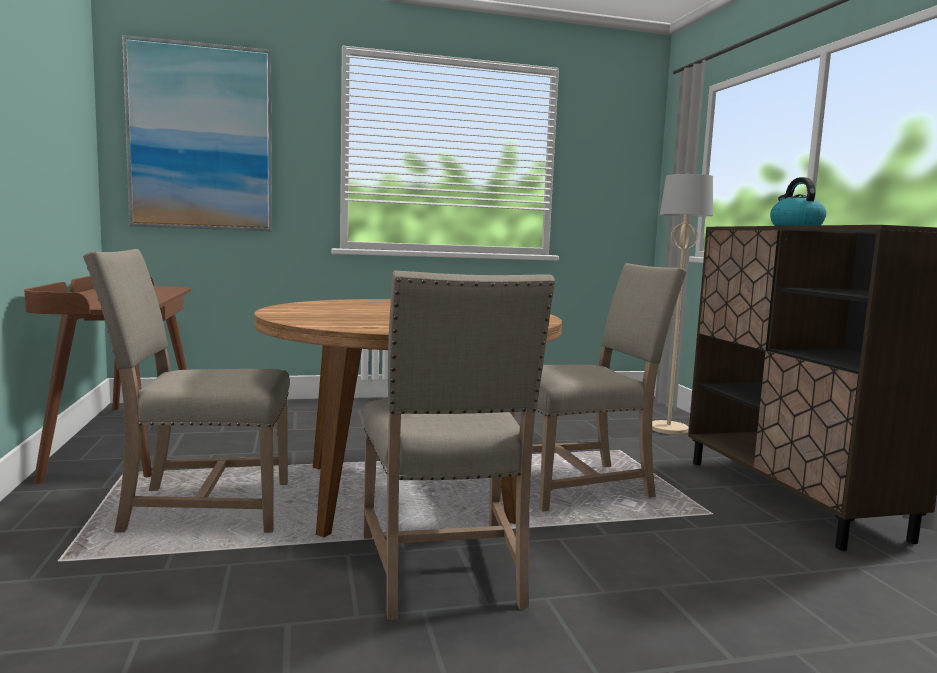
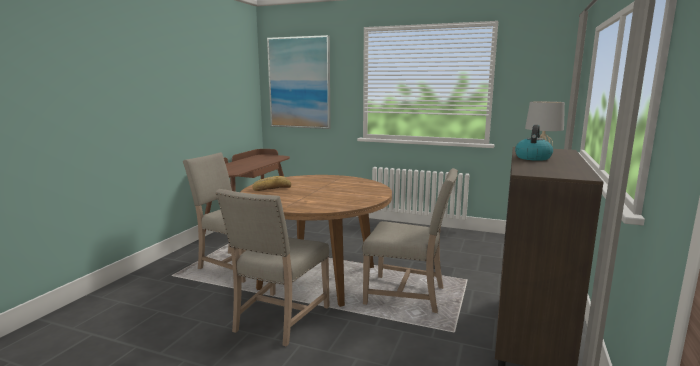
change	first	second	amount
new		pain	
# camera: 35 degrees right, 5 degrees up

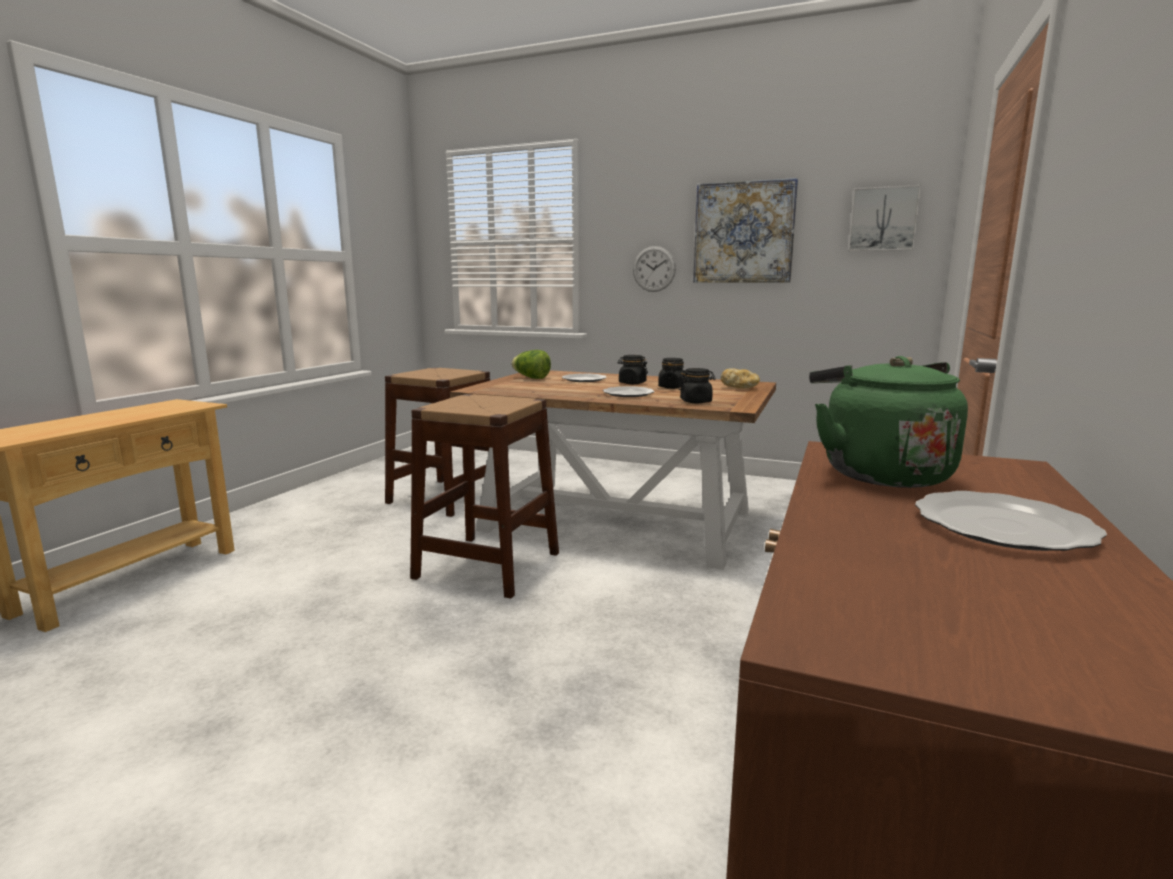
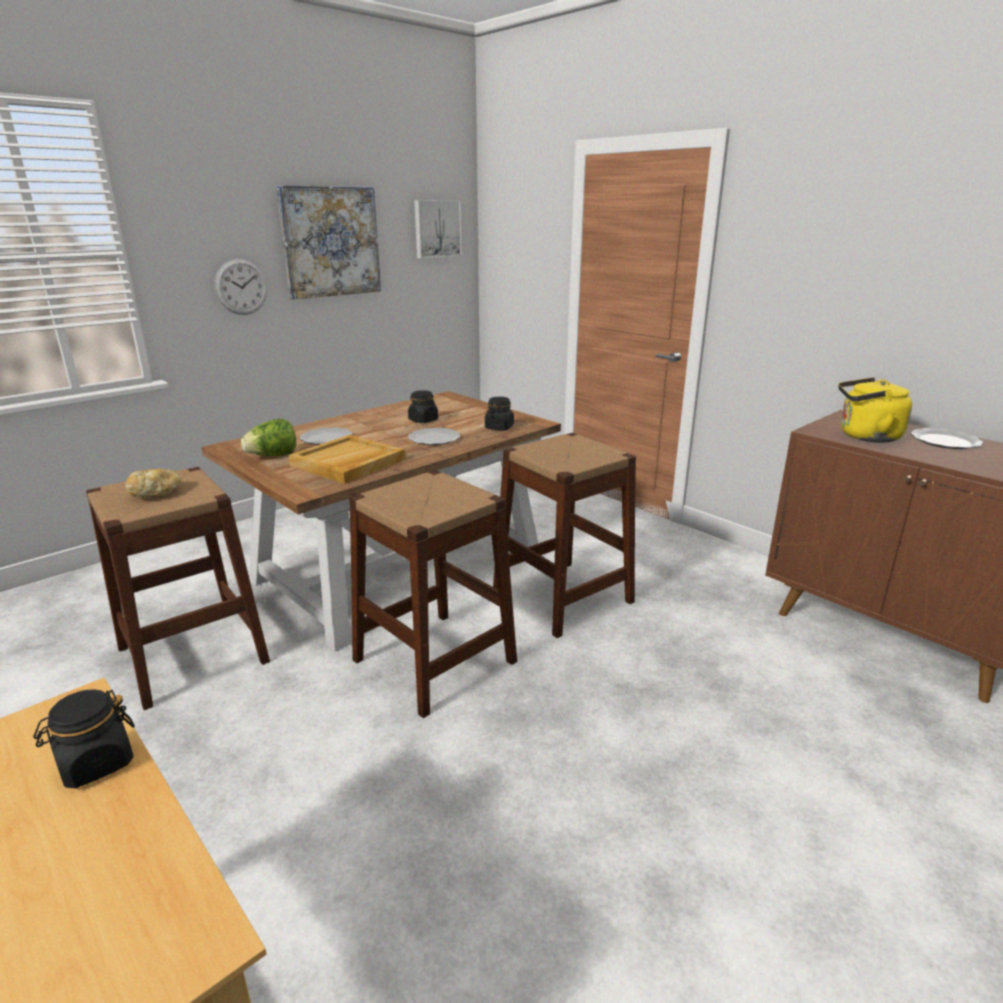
change	first	second	amount
shifted	bocal [noir] (no. 1 from left)		
shifted	pain		
new		plateau [beige]	
new		tabouret [marron] (no. 3 from left)	
repainted	bouilloire [vert]	bouilloire [jaune]	
# camera: 65 degrees left, 10 degrees up

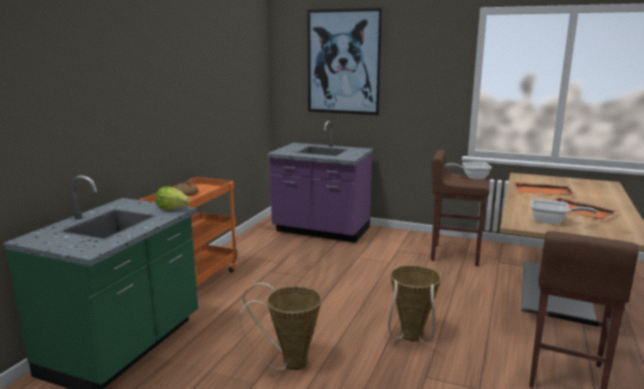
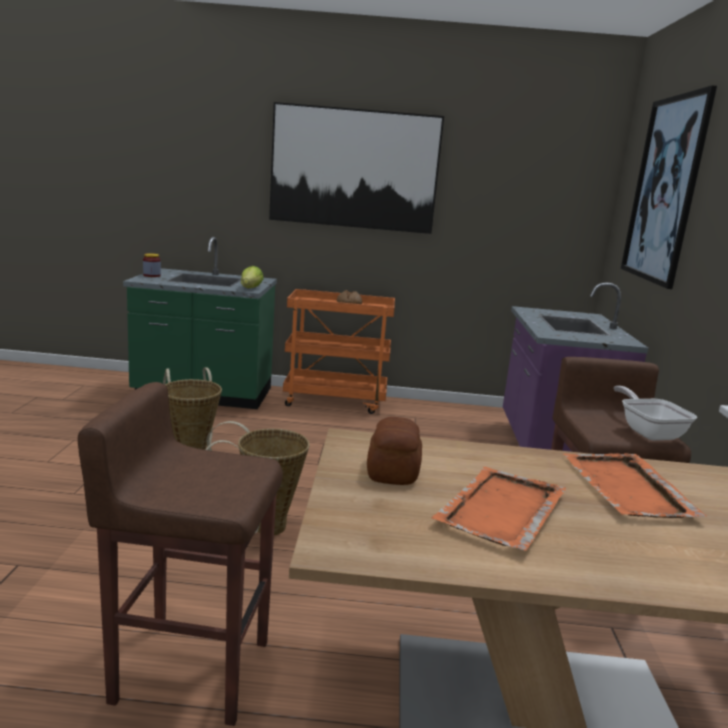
change	first	second	amount
new		bocal	
new		tableau (no. 1 from left)	
swapped	poêle (no. 2 from left)	pain (no. 2 from left)	
# camera: 70 degrees right, 0 degrees up

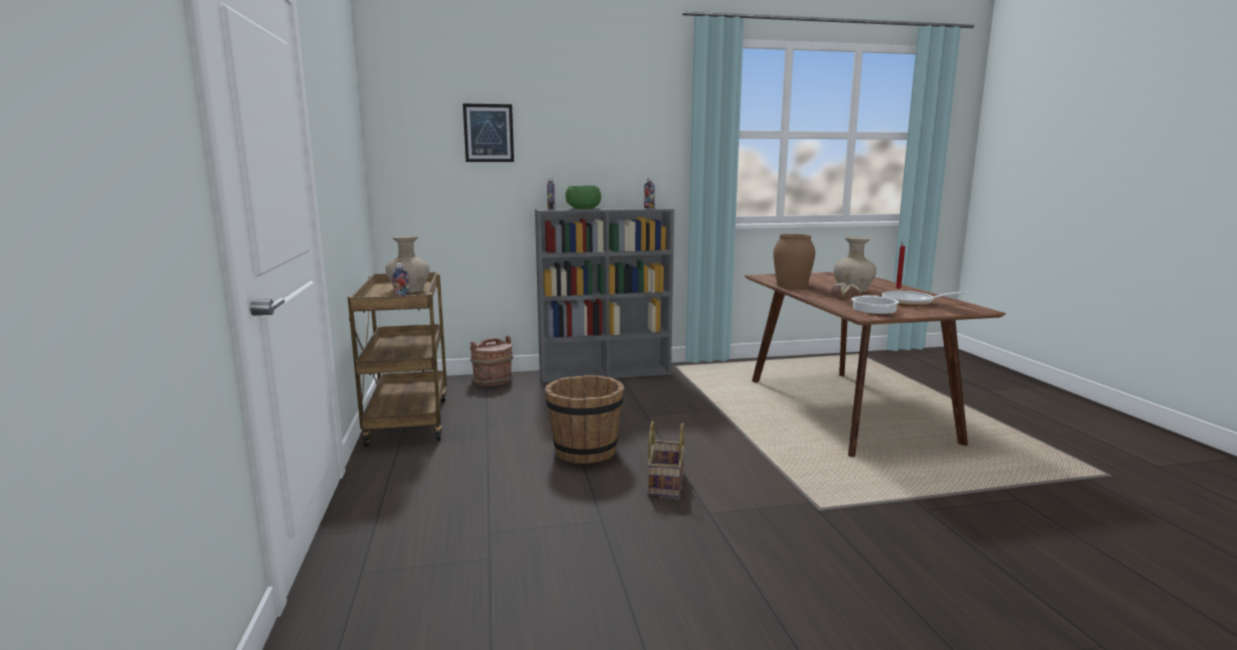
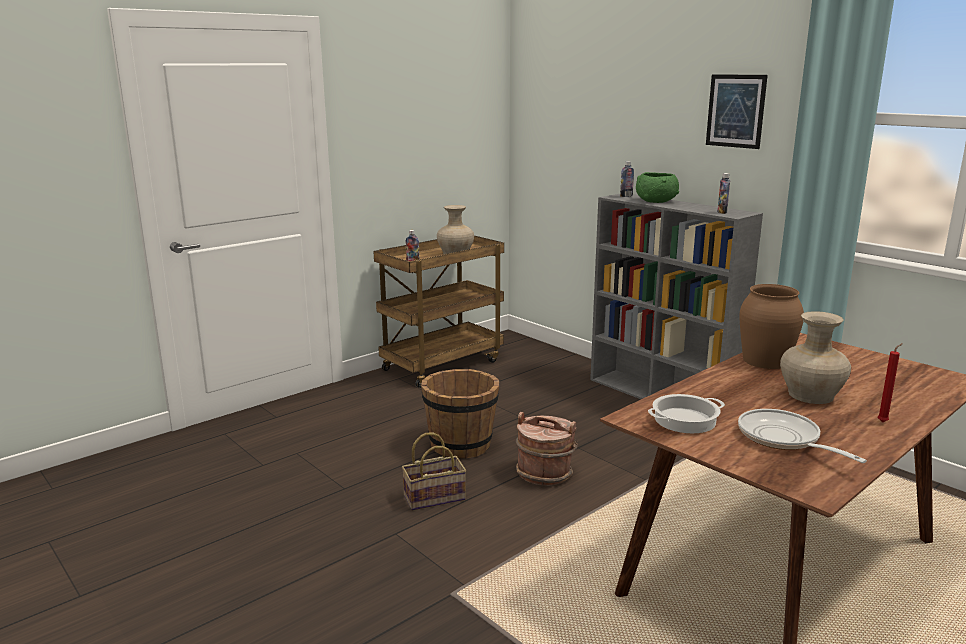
change	first	second	amount
shifted	seau [marron] (no. 1 from left in the first image)	seau [marron] (no. 2 from left)	
shifted	tableau		
gone	pain		
# camera: 60 degrees right, 5 degrees up

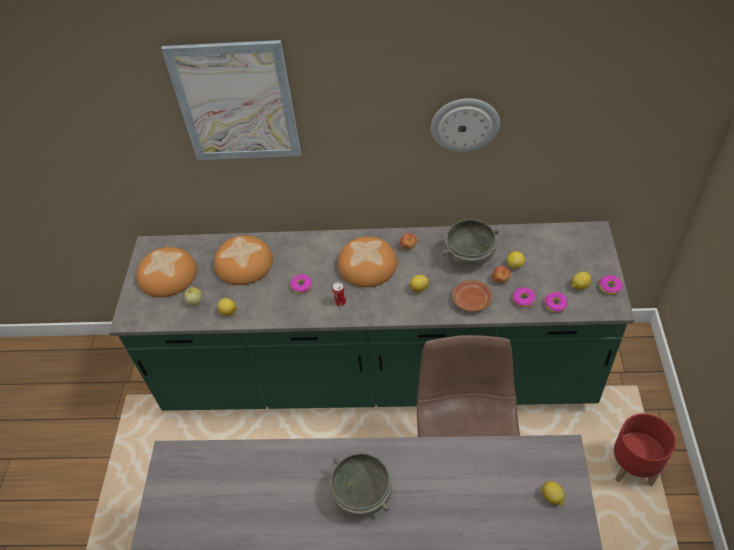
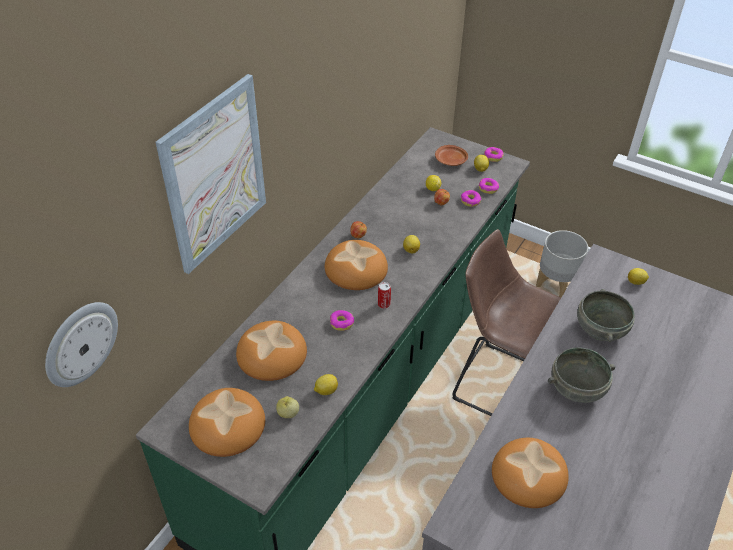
change	first	second	amount
shifted	horloge murale		
shifted	assiette [marron]		
new		pain (no. 4 from left)	
repainted	cache-pot [rouge]	cache-pot [gris]	
shifted	bol [gris] (no. 2 from left)		
# camera: 65 degrees left, 5 degrees down

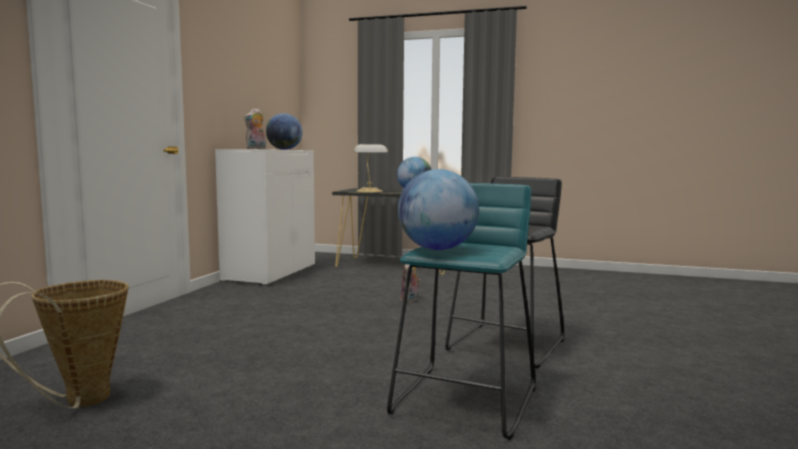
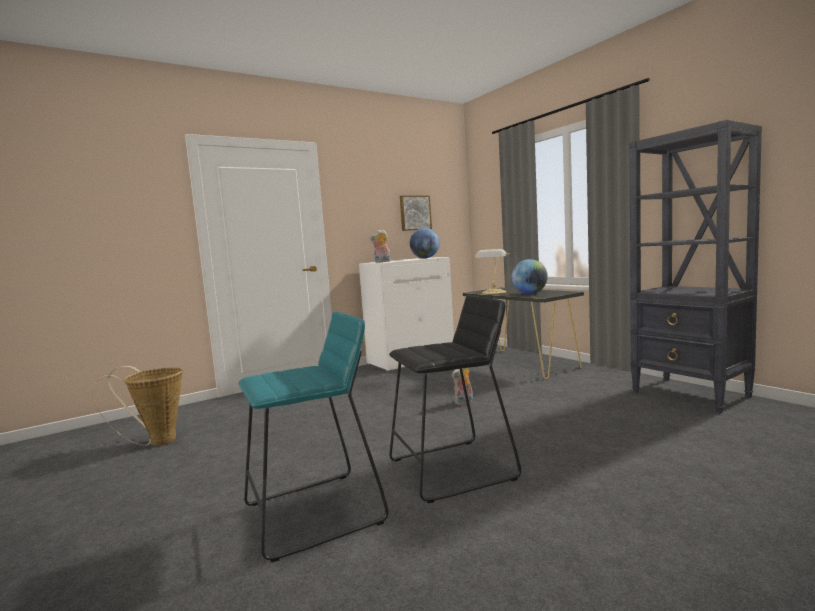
change	first	second	amount
new		tableau	
new		bibliothèque [noir]	
gone	globe (no. 3 from left)		
# camera: 40 degrees right, 0 degrees up

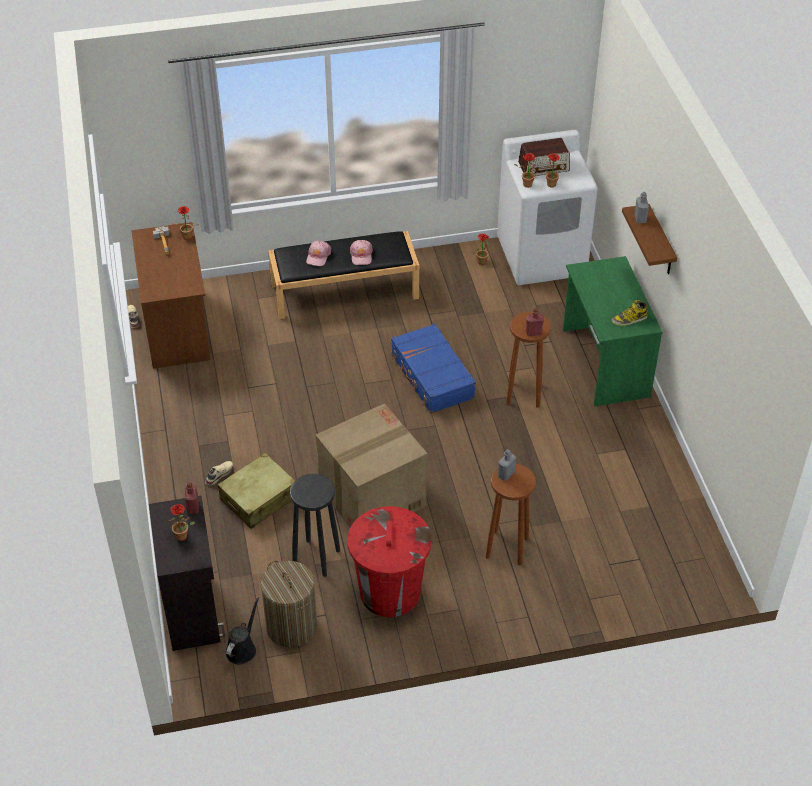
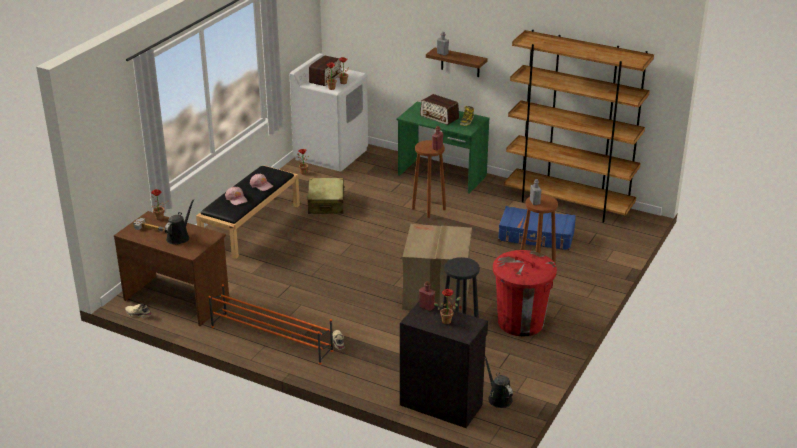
change	first	second	amount
new		arrosoir [noir] (no. 1 from left)	
new		étagère à chaussures [orange]	
shifted	valise [beige]		
new		radio (no. 2 from left)	
shifted	valise [bleu]		
new		bibliothèque [marron]	
gone	panier à linge		
# camera: 50 degrees left, 15 degrees down

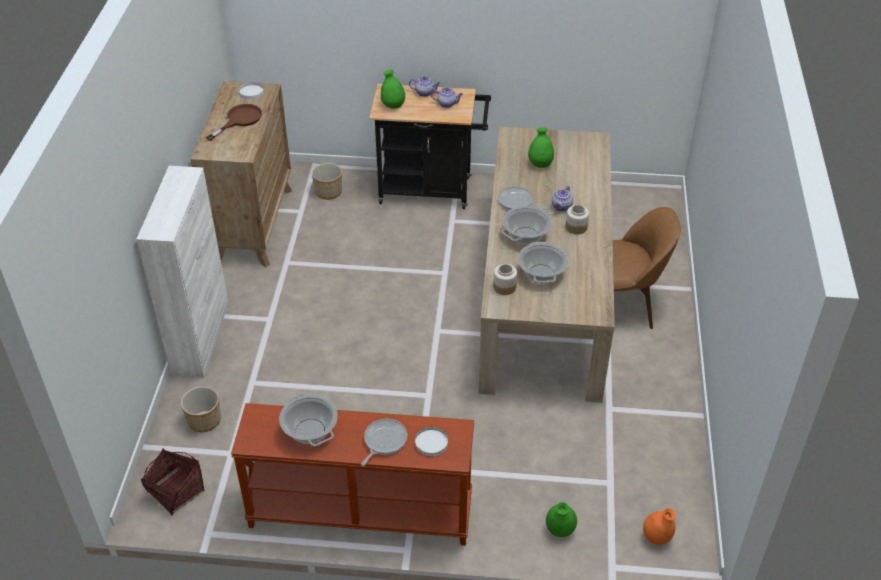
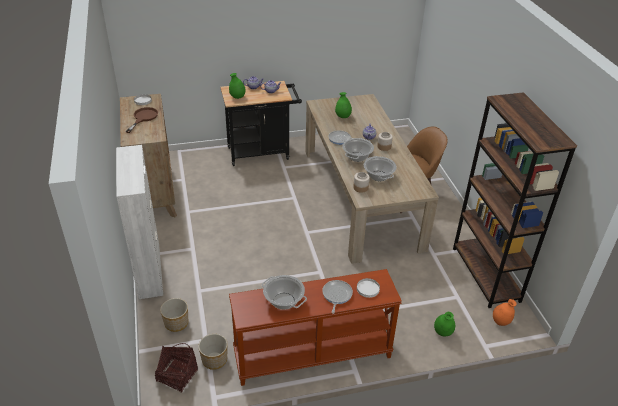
change	first	second	amount
shifted	cache-pot (no. 2 from left)		
new		bibliothèque [marron]	
# camera: 20 degrees left, 5 degrees down

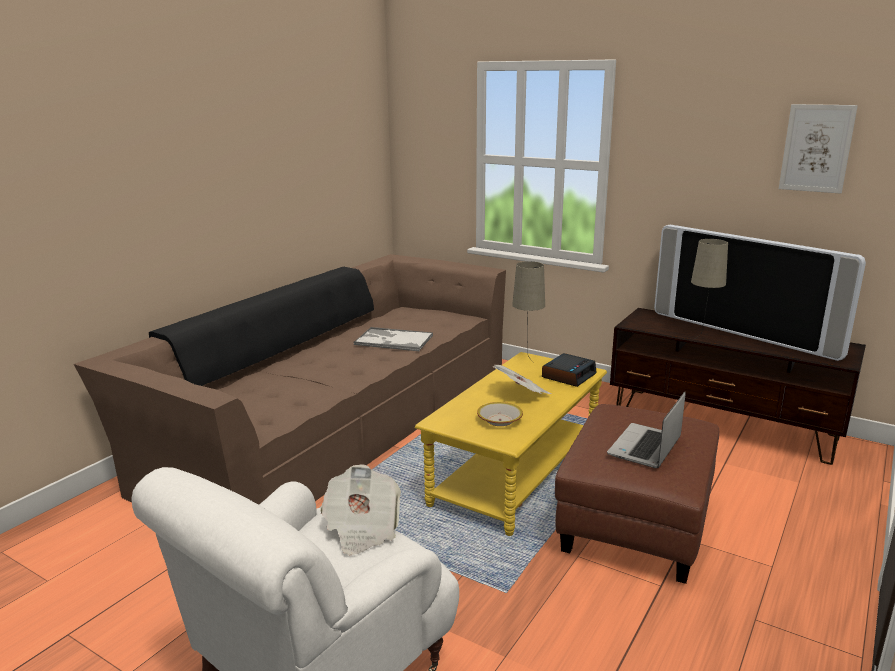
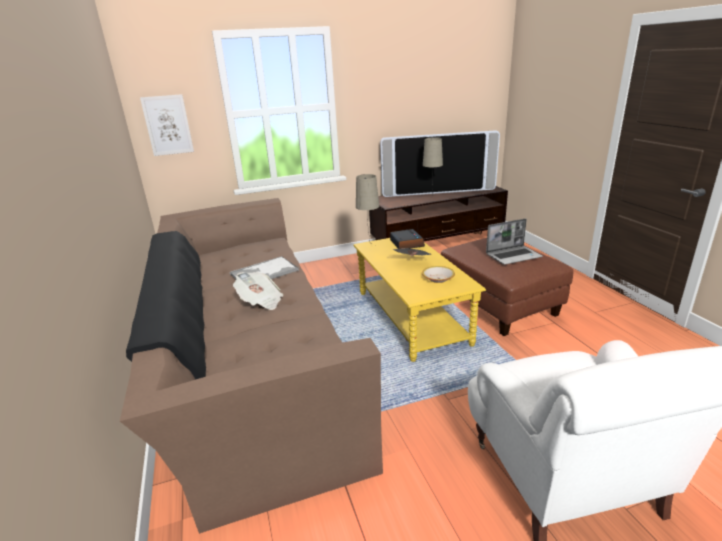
change	first	second	amount
shifted	tableau		
shifted	journal (no. 1 from left)		
rotated	ordinateur portable		90 degrees counterclockwise
# camera: 50 degrees left, 5 degrees up

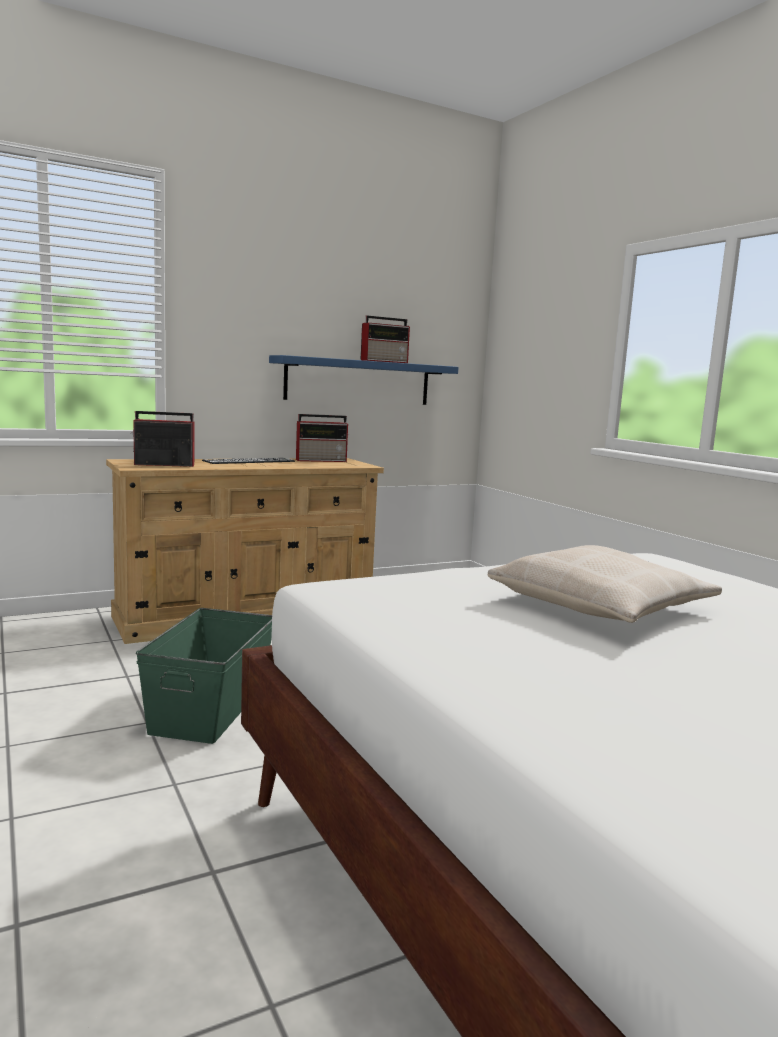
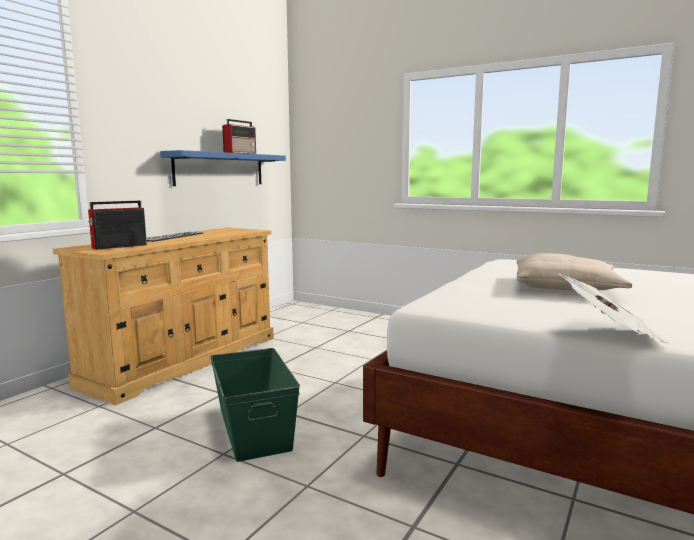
change	first	second	amount
new		journal	
gone	radio (no. 2 from left)		
# camera: 30 degrees left, 0 degrees up

